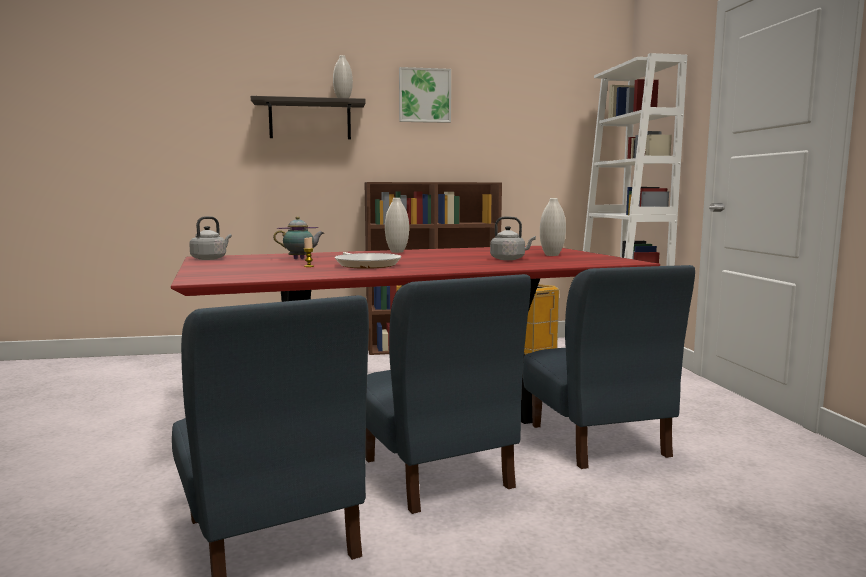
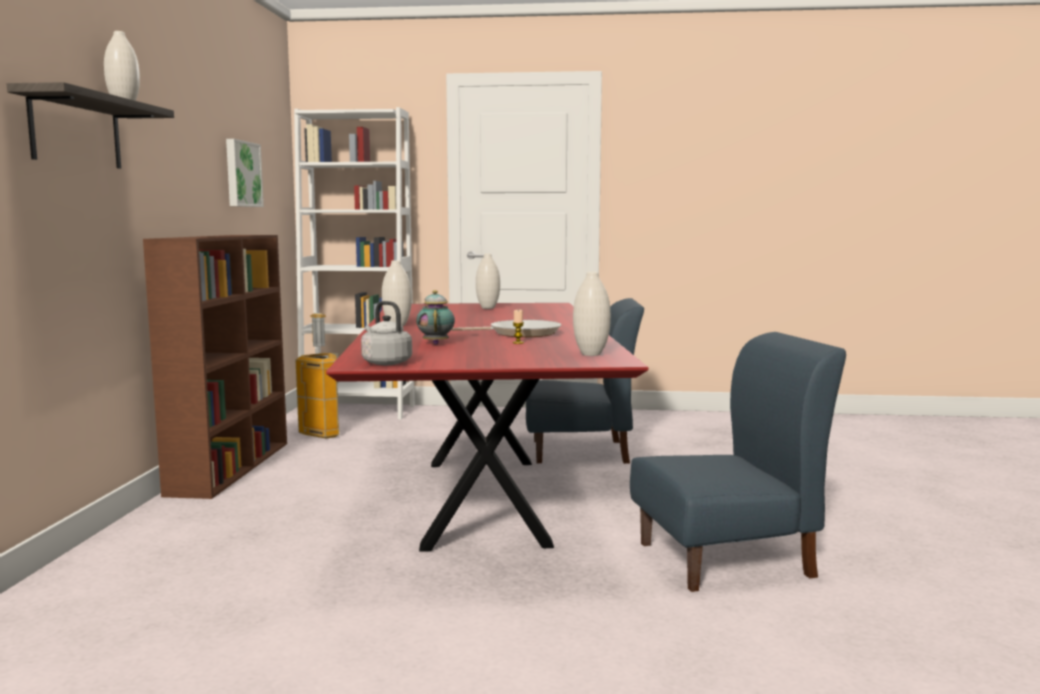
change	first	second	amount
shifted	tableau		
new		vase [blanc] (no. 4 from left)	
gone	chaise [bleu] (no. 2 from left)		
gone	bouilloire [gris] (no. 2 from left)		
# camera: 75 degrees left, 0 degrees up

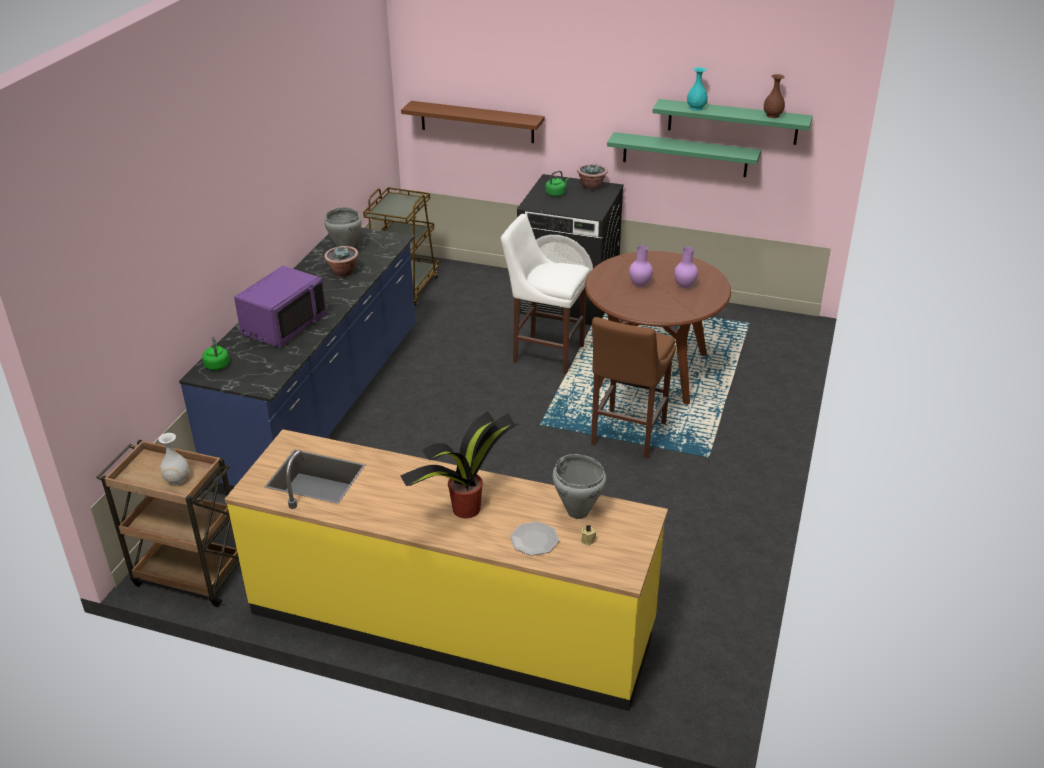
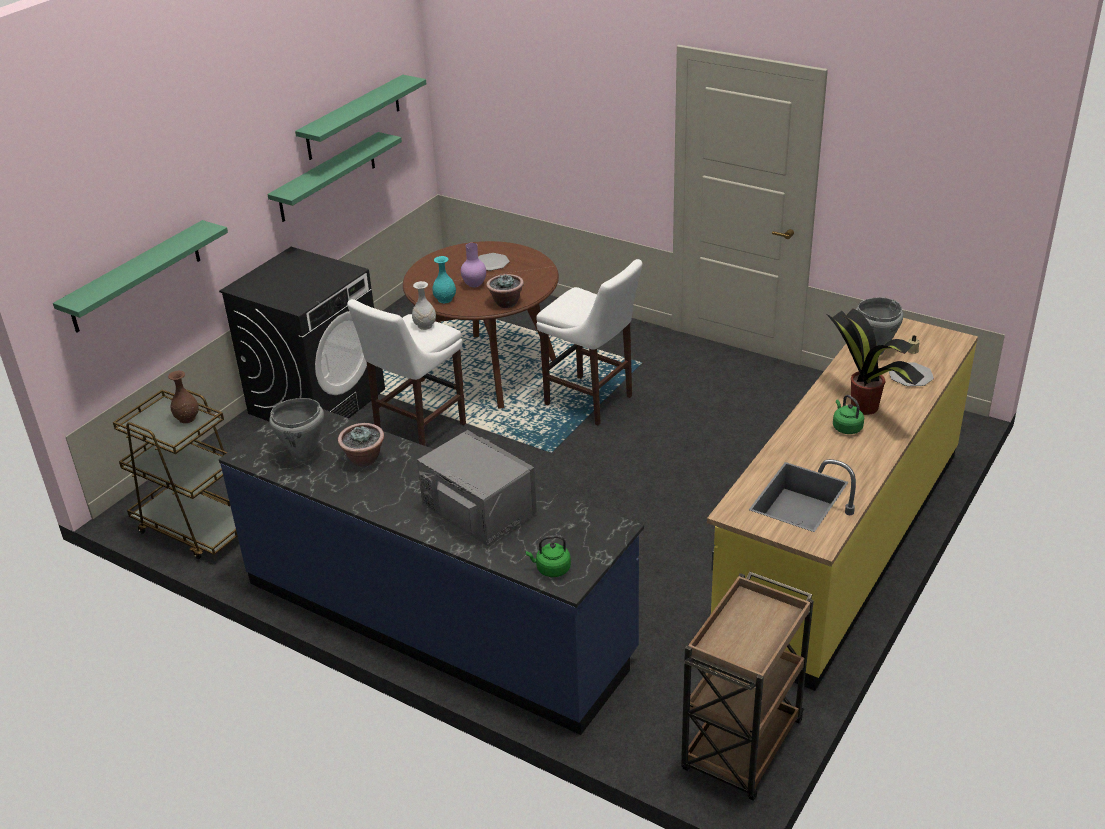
change	first	second	amount
repainted	étagère [marron]	étagère [vert] (no. 1 from left)	
shifted	vase [marron]		
shifted	vase [blanc]		
repainted	micro-ondes [violet]	micro-ondes [gris]	
shifted	vase [turquoise]		
swapped	vase [violet] (no. 2 from left)	assiette (no. 1 from left)	
shifted	plante en pot (no. 3 from left in the first image)	plante en pot (no. 2 from left)	
repainted	tabouret [marron]	tabouret [blanc] (no. 2 from left)	
shifted	bouilloire [vert] (no. 2 from left)		
# camera: 75 degrees left, 0 degrees up

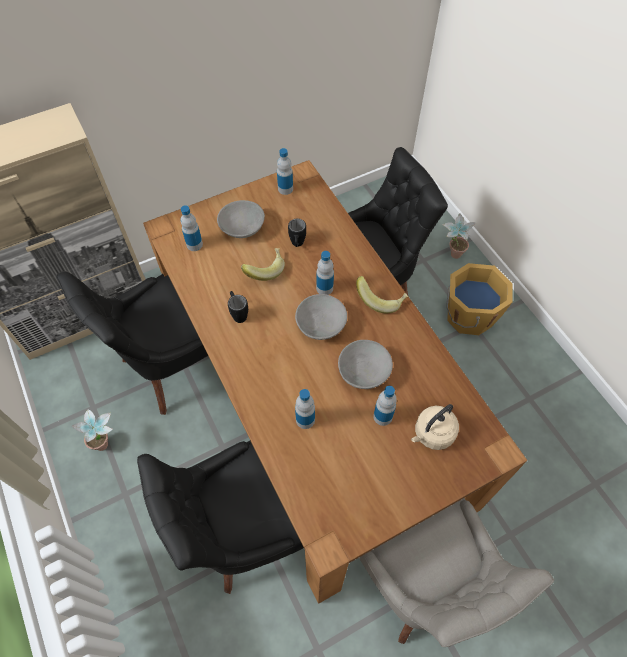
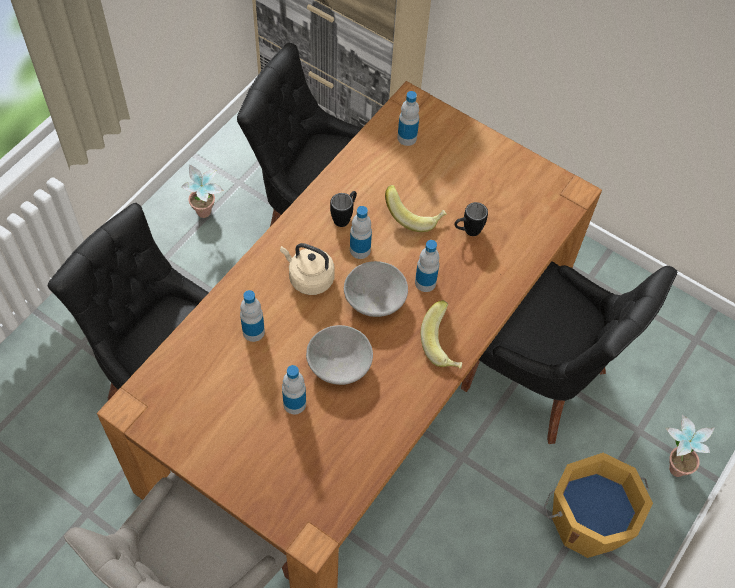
change	first	second	amount
shifted	bouilloire [beige]		
shifted	bouteille (no. 2 from left in the first image)	bouteille (no. 3 from left)	
gone	bol [gris] (no. 1 from left)		
# camera: 60 degrees right, 0 degrees up

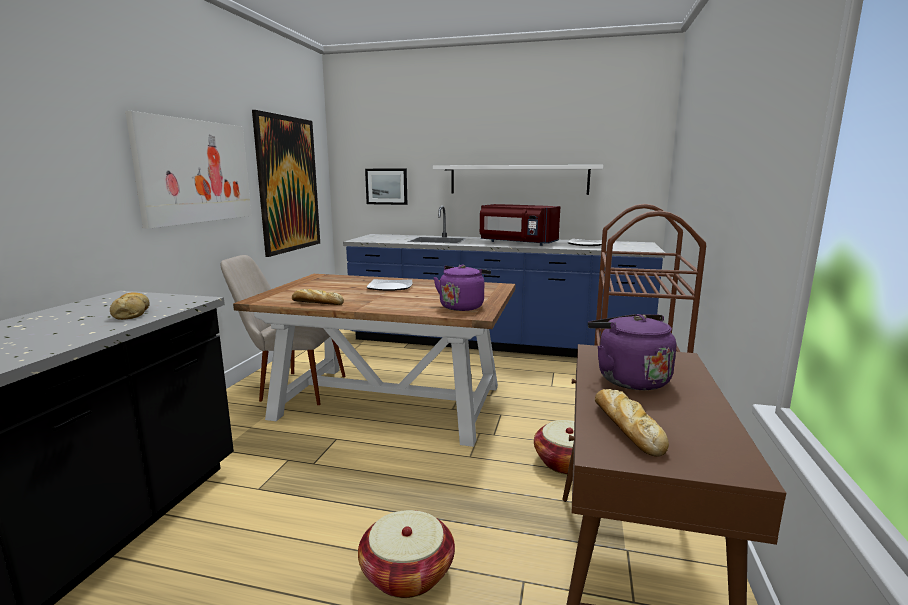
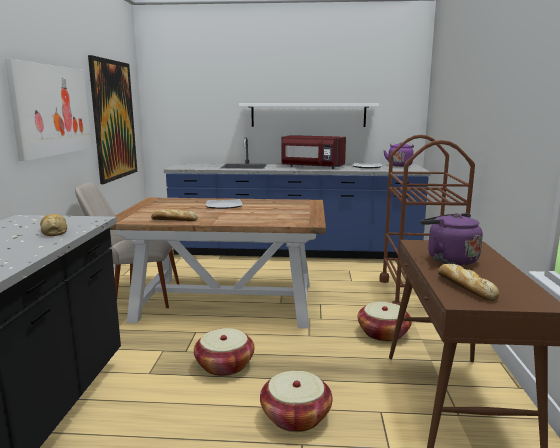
change	first	second	amount
new		panier (no. 1 from left)	
shifted	bouilloire [violet] (no. 1 from left)		
gone	tableau (no. 3 from left)		
# camera: 10 degrees left, 0 degrees up

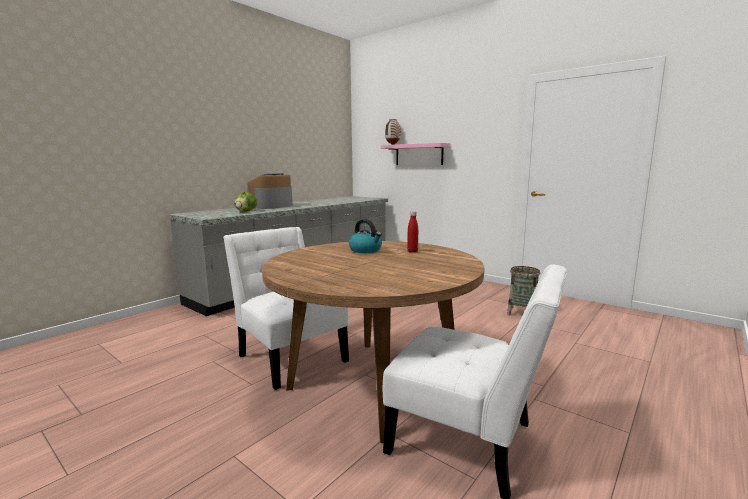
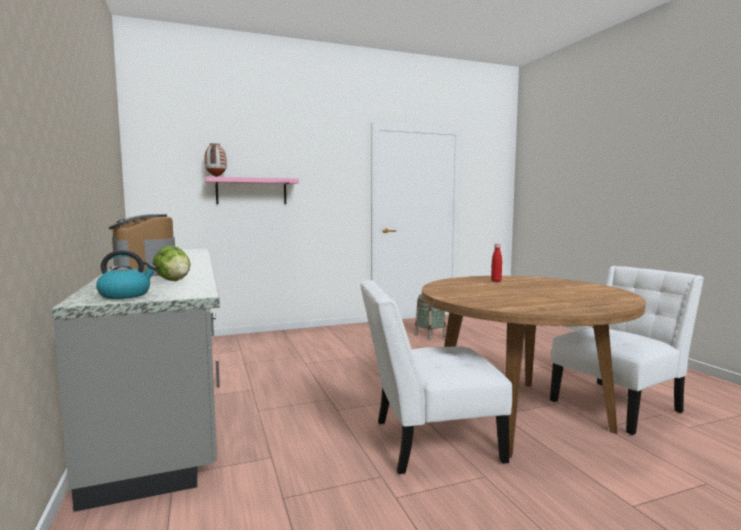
change	first	second	amount
shifted	bouilloire		
# camera: 60 degrees left, 5 degrees down

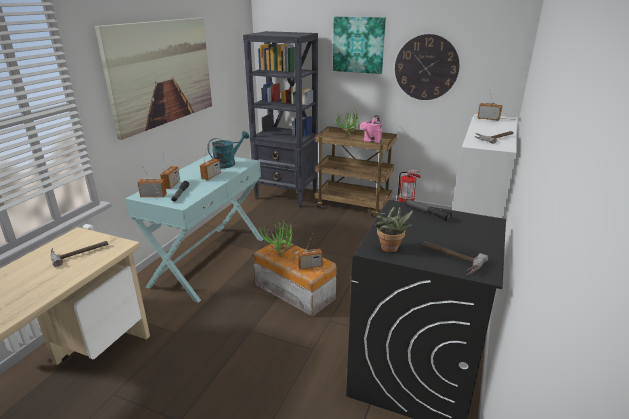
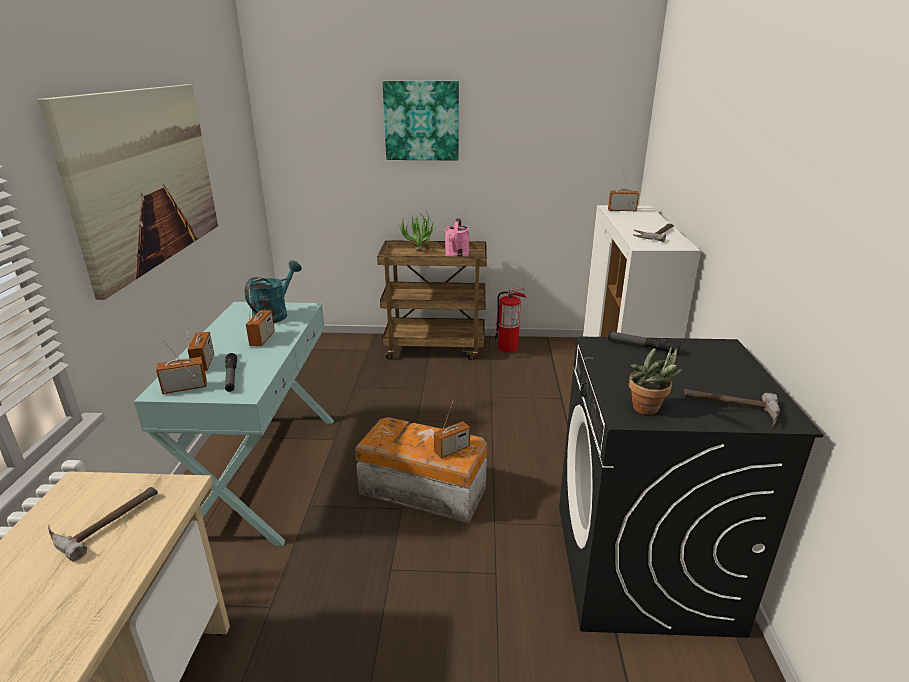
change	first	second	amount
gone	bibliothèque [noir]		
gone	plante en pot (no. 1 from left)		
gone	horloge murale		
# camera: 20 degrees left, 0 degrees up

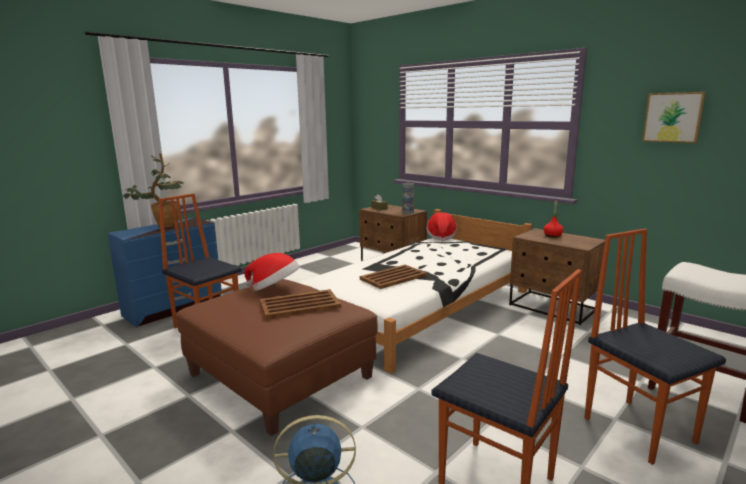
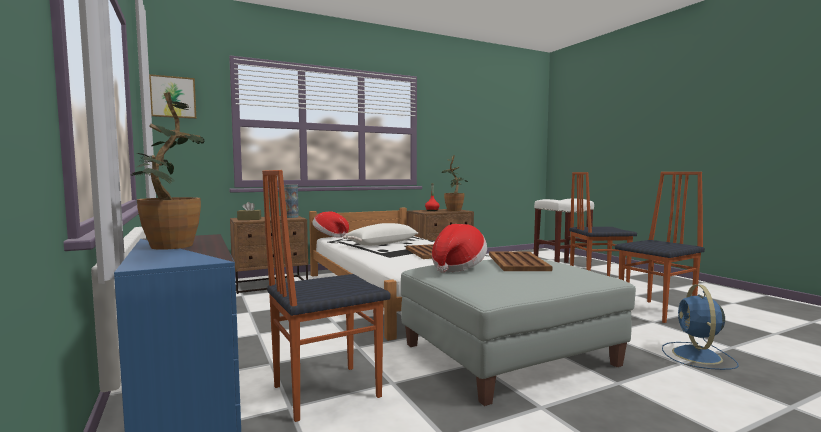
change	first	second	amount
shifted	tableau		
new		coussin [blanc]	
repainted	pouf [marron]	pouf [gris]	
new		plante en pot (no. 2 from left)	
# camera: 70 degrees left, 10 degrees down

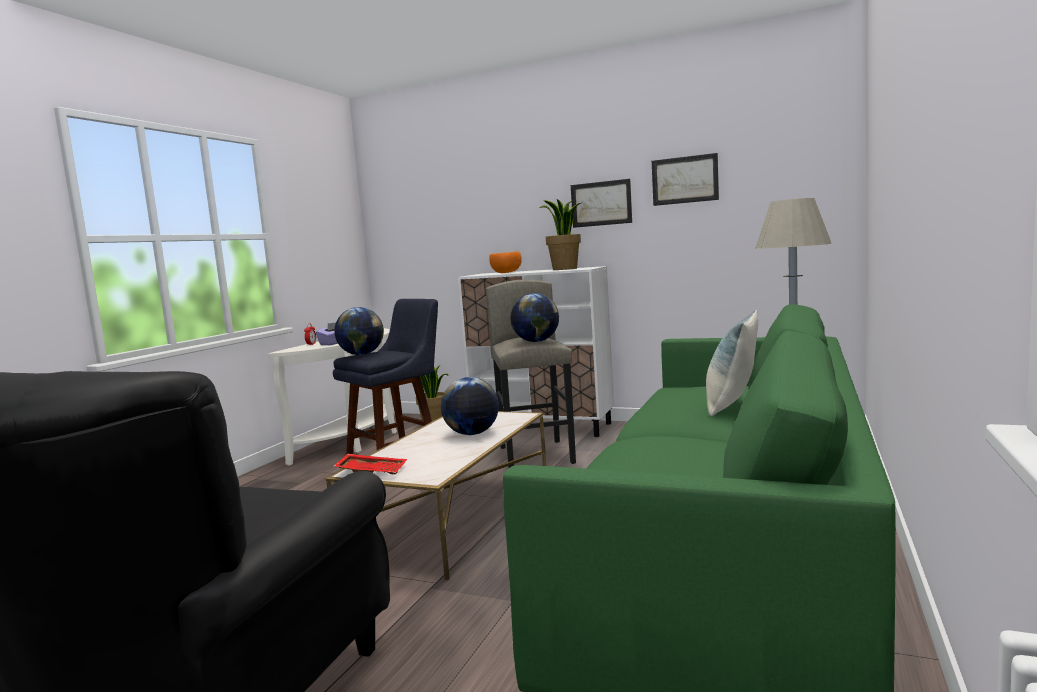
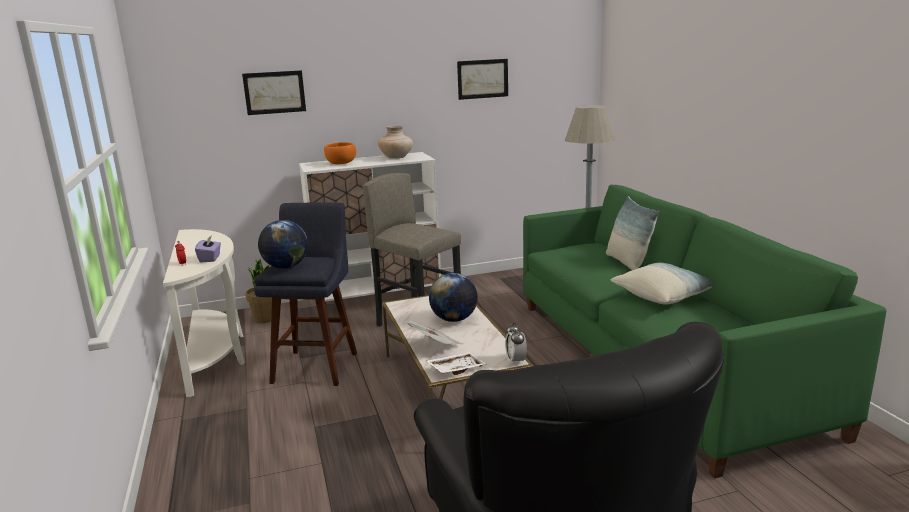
change	first	second	amount
shifted	tableau (no. 1 from left)		
swapped	plante en pot (no. 2 from left)	vase [beige]	
new		journal	
repainted	plateau [rouge]	plateau [blanc]	
new		réveil (no. 2 from left)	
new		coussin (no. 2 from left)	
gone	globe (no. 3 from left)		
# camera: 40 degrees left, 10 degrees up

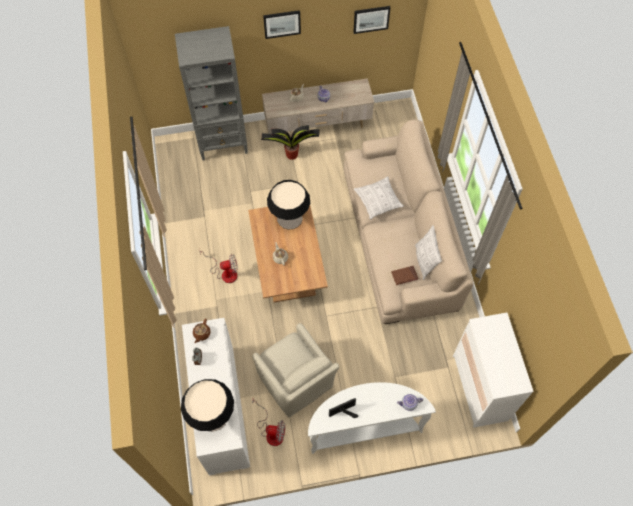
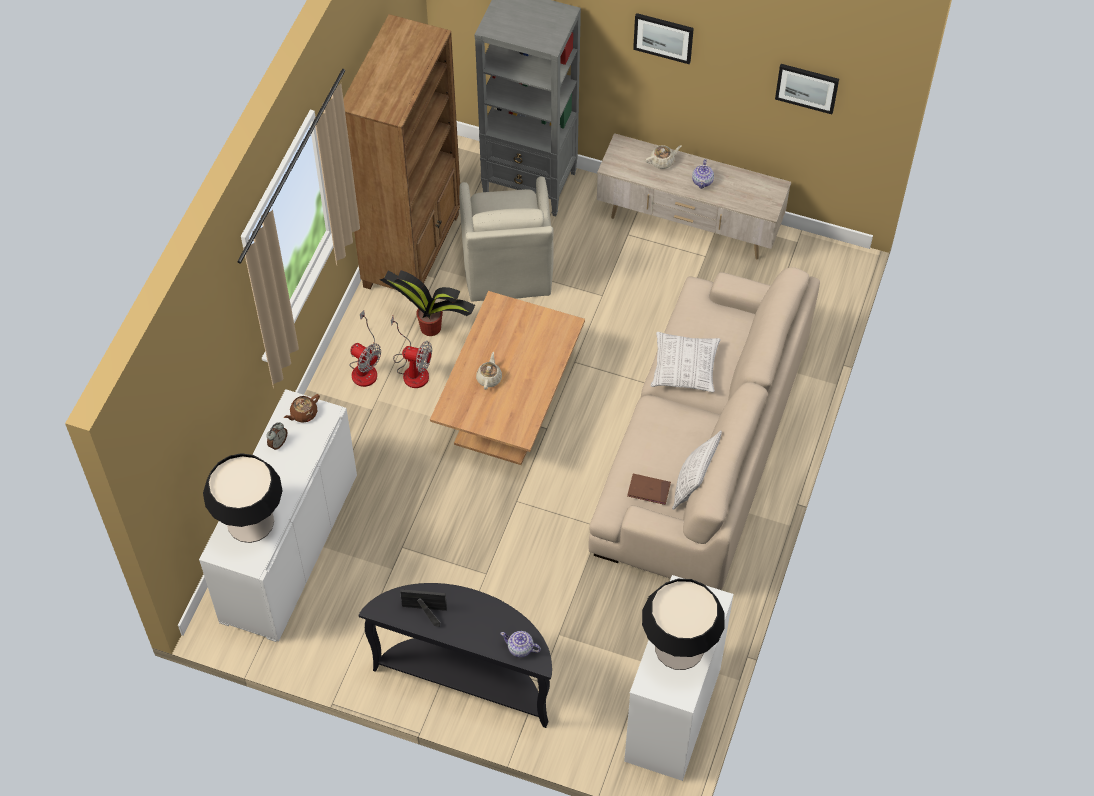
change	first	second	amount
new		bibliothèque [marron]	
shifted	ventilateur (no. 2 from left in the first image)	ventilateur (no. 1 from left)	
repainted	table console [blanc]	table console [noir]	
shifted	plante en pot		
shifted	fauteuil [beige]		
shifted	lampe de table (no. 2 from left)		
# camera: 30 degrees right, 5 degrees down

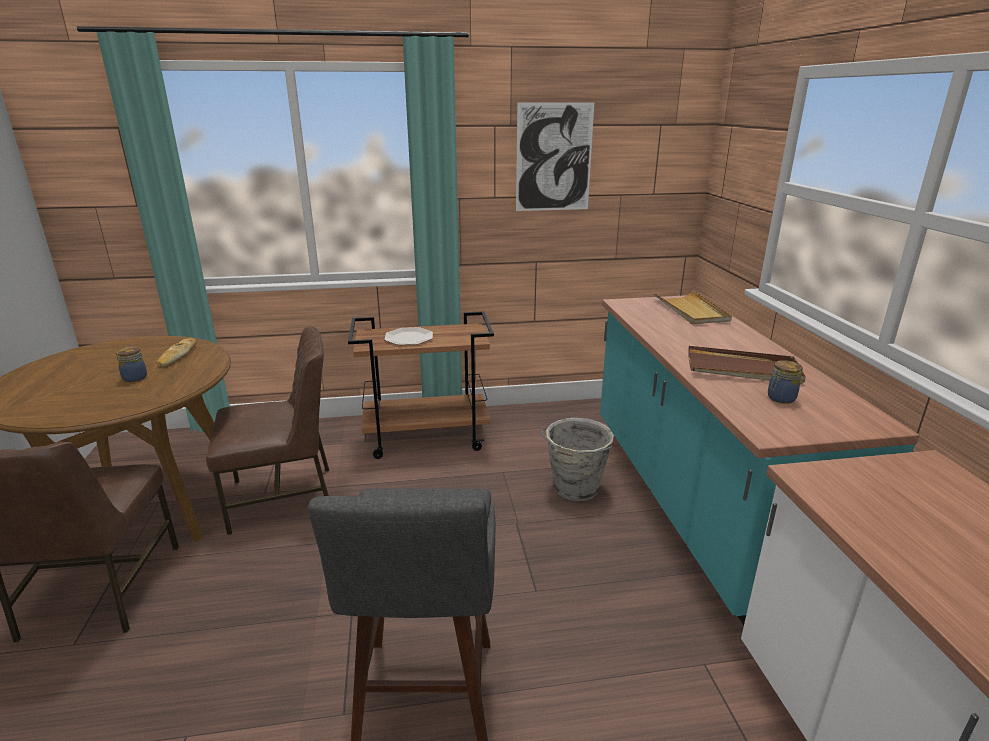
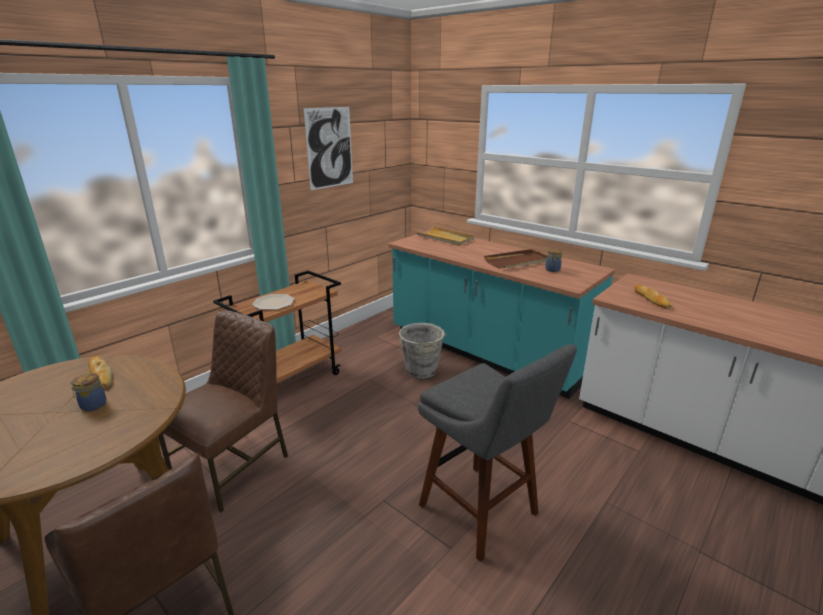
change	first	second	amount
new		pain (no. 2 from left)	
# camera: 40 degrees left, 0 degrees up

